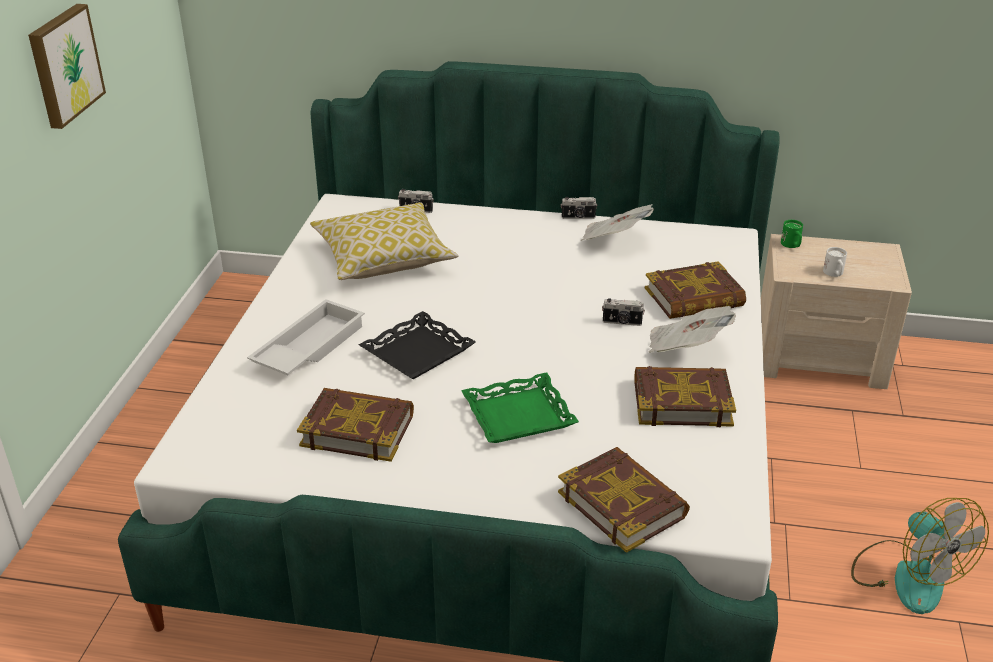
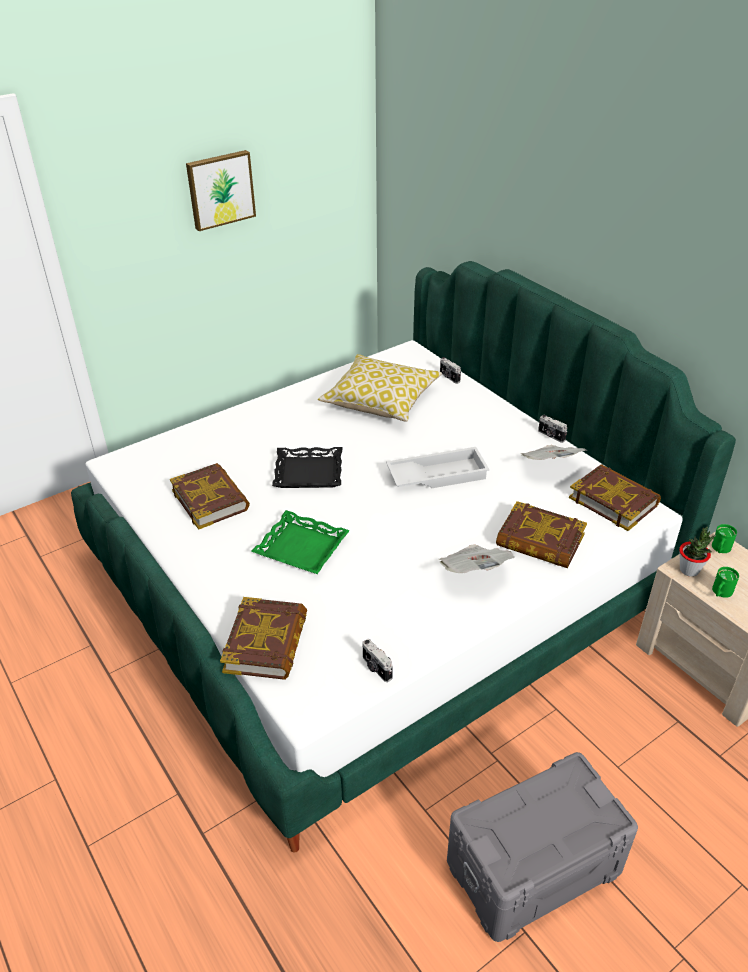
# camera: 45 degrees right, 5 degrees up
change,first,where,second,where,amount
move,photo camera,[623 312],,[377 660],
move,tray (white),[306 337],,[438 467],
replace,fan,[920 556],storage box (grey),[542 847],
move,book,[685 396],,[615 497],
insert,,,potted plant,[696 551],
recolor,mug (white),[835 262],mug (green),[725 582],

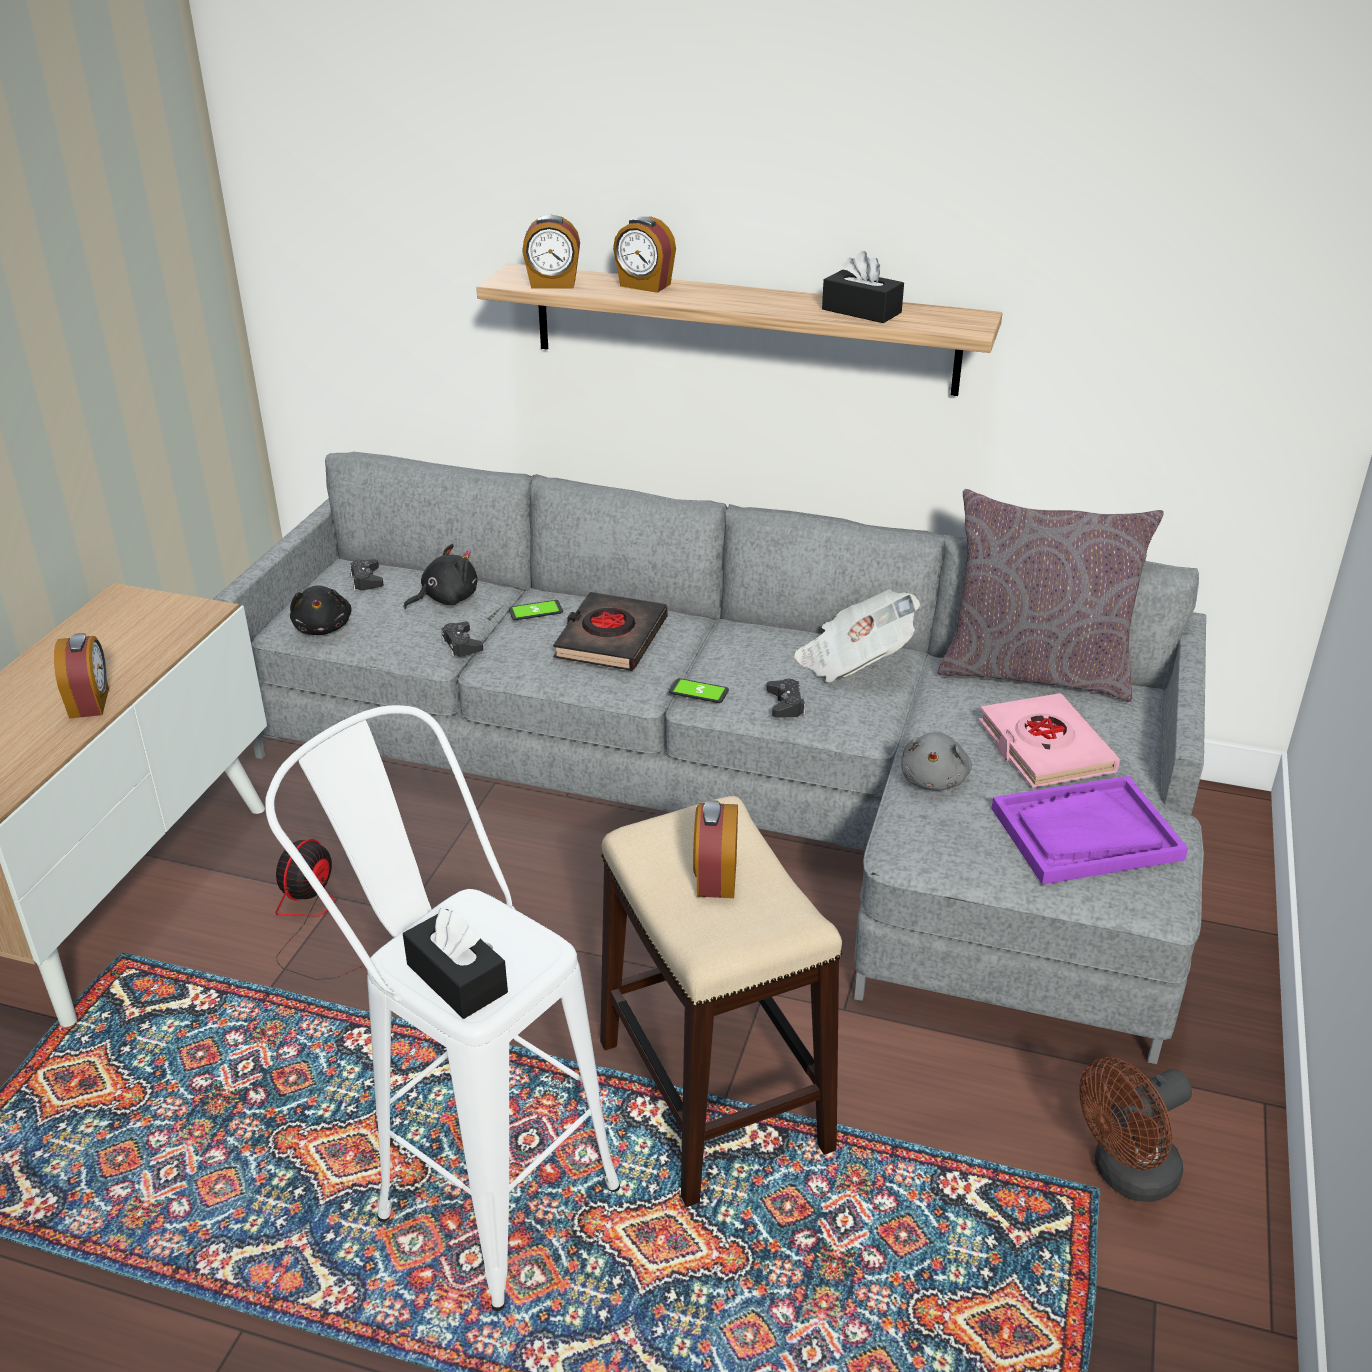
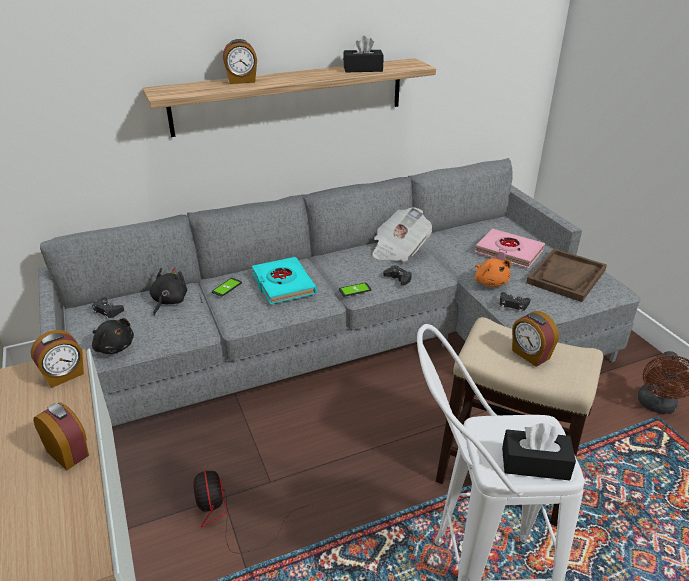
# camera: 40 degrees left, 0 degrees up
change,first,where,second,where,amount
move,alarm clock,[551 251],,[57 359],
recolor,book (black),[610 631],book (turquoise),[284 280],
recolor,plush toy (grey),[936 761],plush toy (orange),[493 272],
move,game controller (black),[462 639],,[515 302],
recolor,tray (purple),[1089 830],tray (brown),[566 275],
delete,pillow (grey),[1051 595],,,

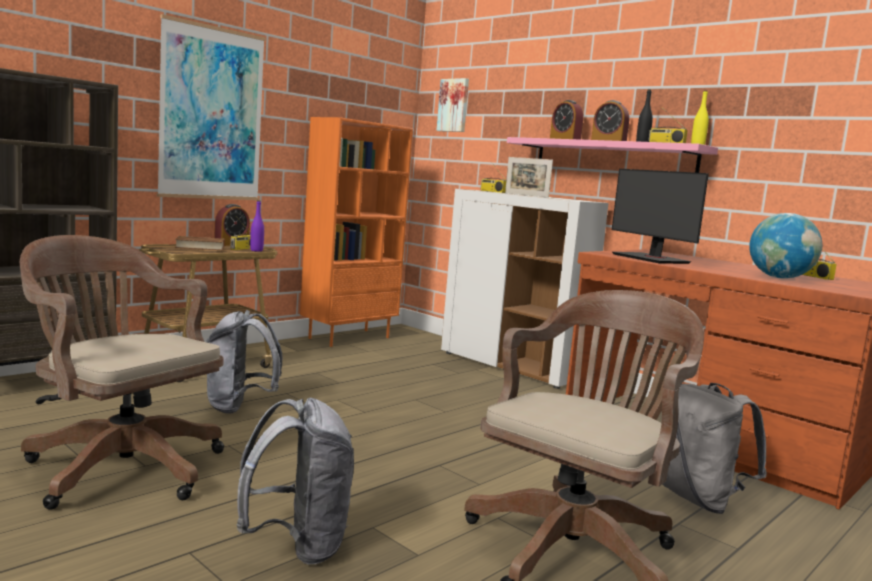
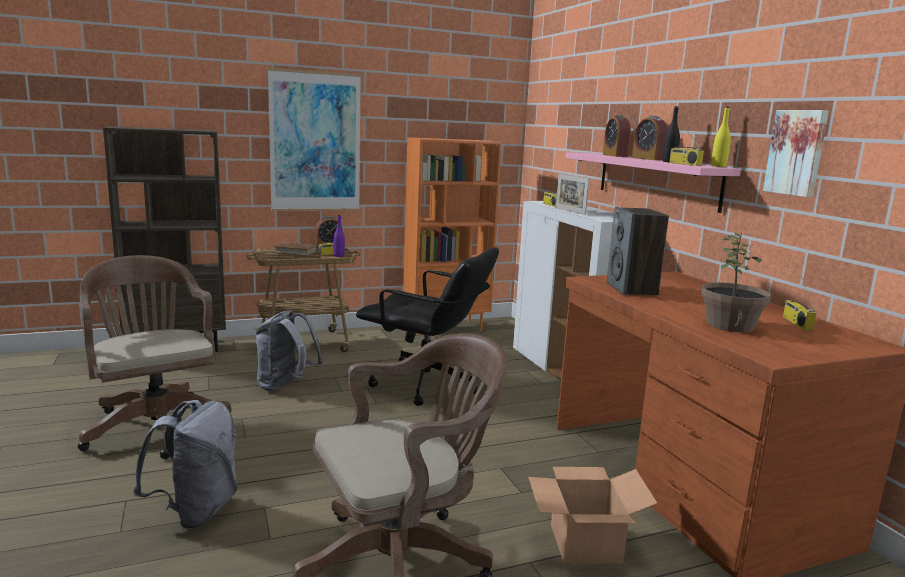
# camera: 25 degrees right, 5 degrees up
change,first,where,second,where,amount
insert,,,office chair (black),[427 326],
replace,backpack (grey),[715 448],cardboard box,[593 515],
replace,monitor,[660 216],speaker,[638 251],
replace,globe,[785 246],potted plant,[736 282],
move,picture,[452 105],,[796 153],

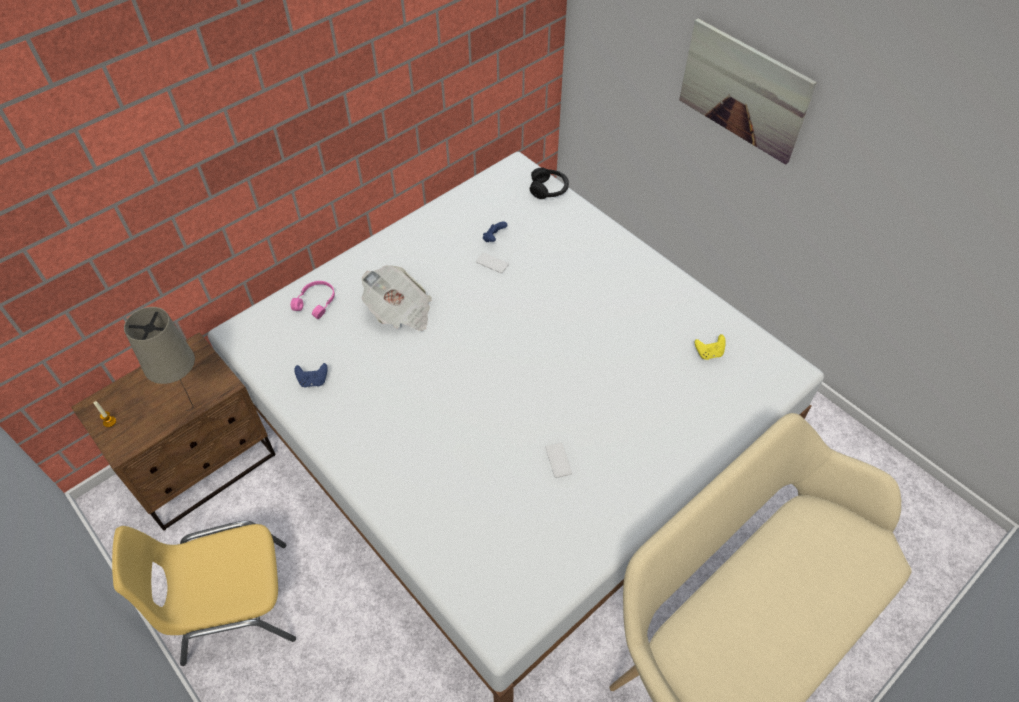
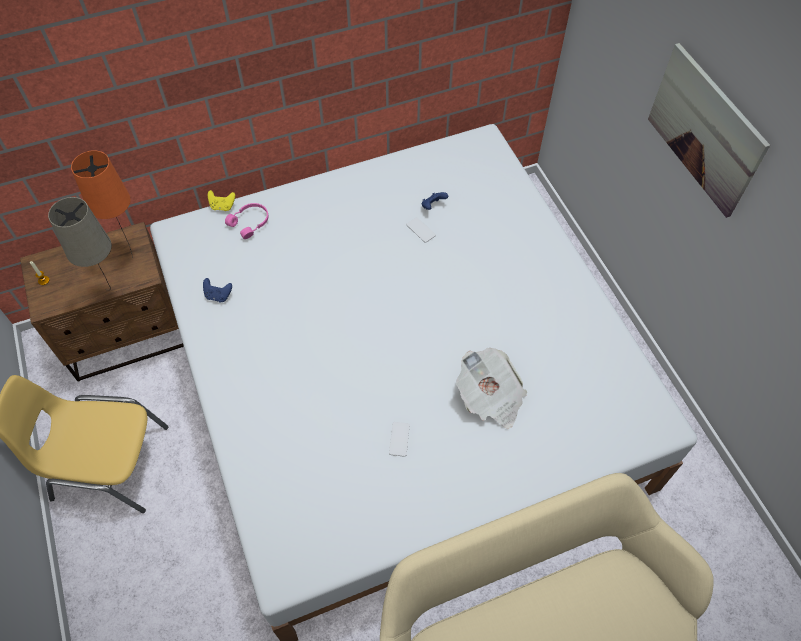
# camera: 20 degrees right, 5 degrees up
change,first,where,second,where,amount
insert,,,table lamp (orange),[102 203],
move,game controller (yellow),[710 347],,[221 200],
move,newspaper,[397 298],,[491 388],
delete,headphones (black),[549 183],,,

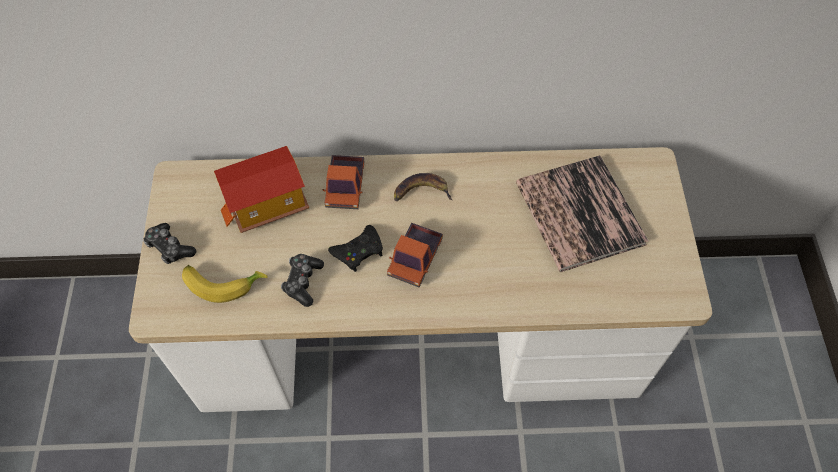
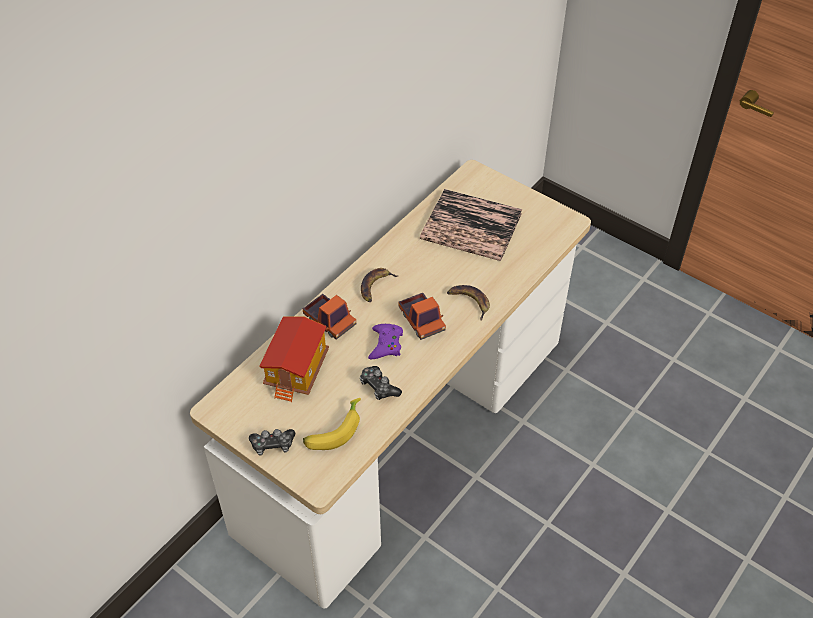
# camera: 50 degrees left, 10 degrees down
change,first,where,second,where,amount
recolor,game controller (black),[355 248],game controller (purple),[385 341],
insert,,,banana,[468 303],

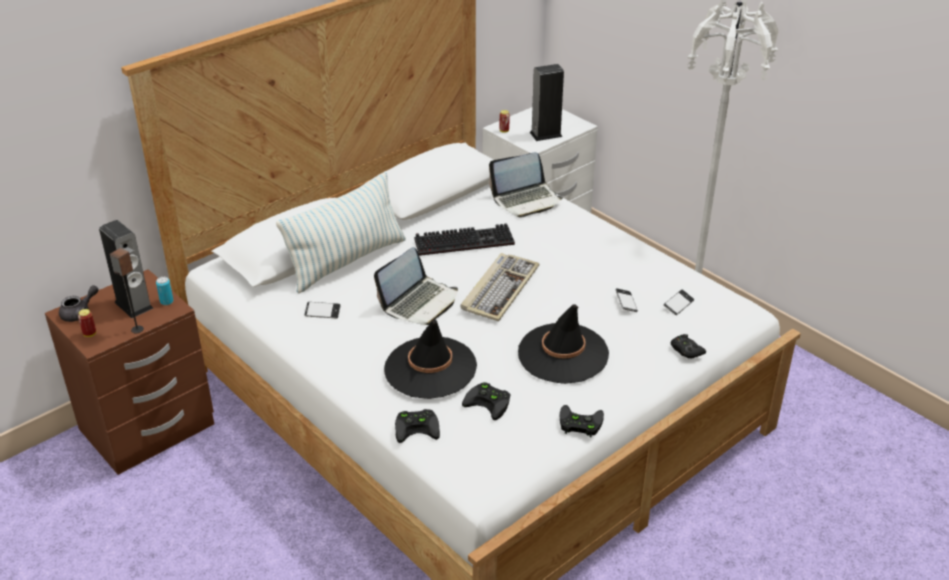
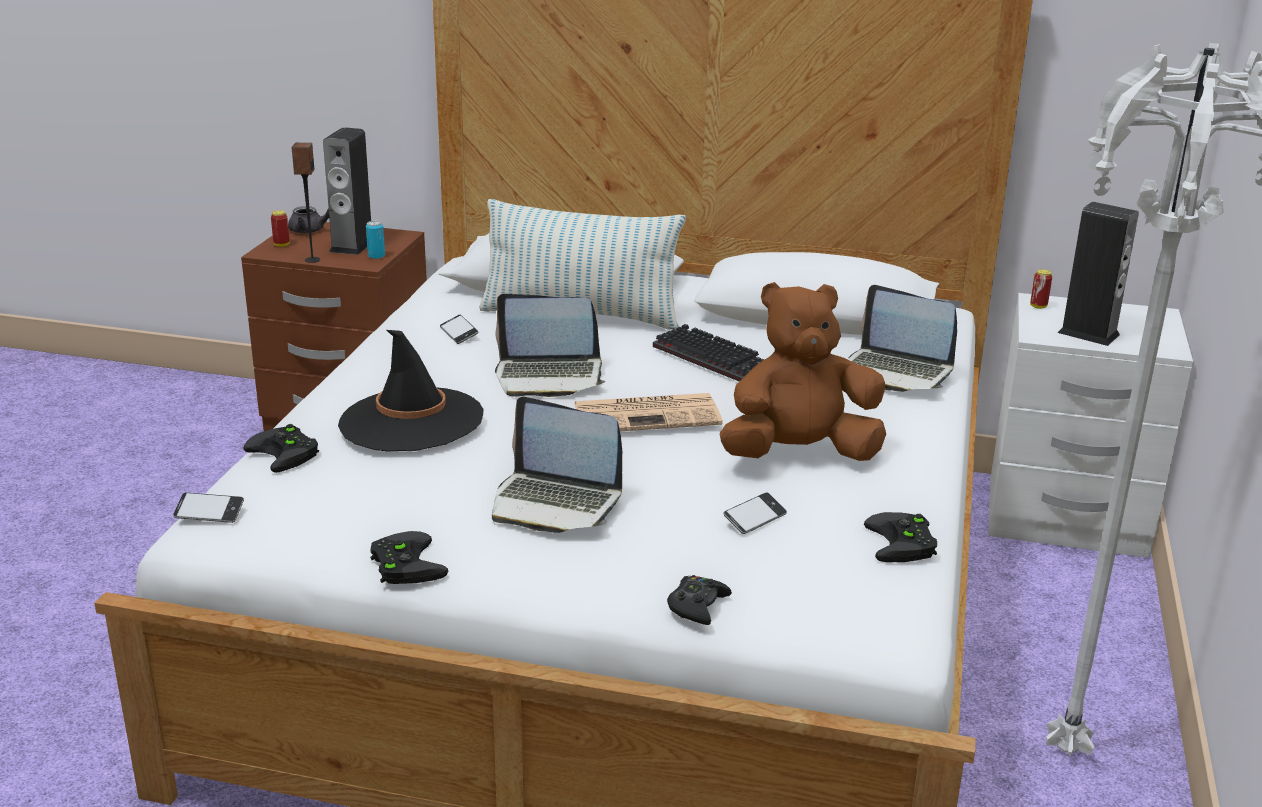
# camera: 55 degrees right, 10 degrees down
change,first,where,second,where,amount
move,phone,[679 302],,[208 507],
replace,hat (black),[563 344],laptop,[557 465],
replace,keyboard,[500 287],newspaper,[648 412],
insert,,,plush toy (brown),[802 371],
move,game controller (black),[486 401],,[900 537],

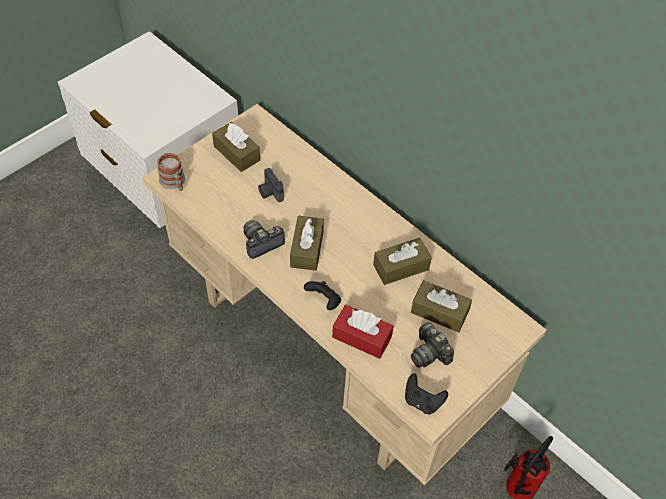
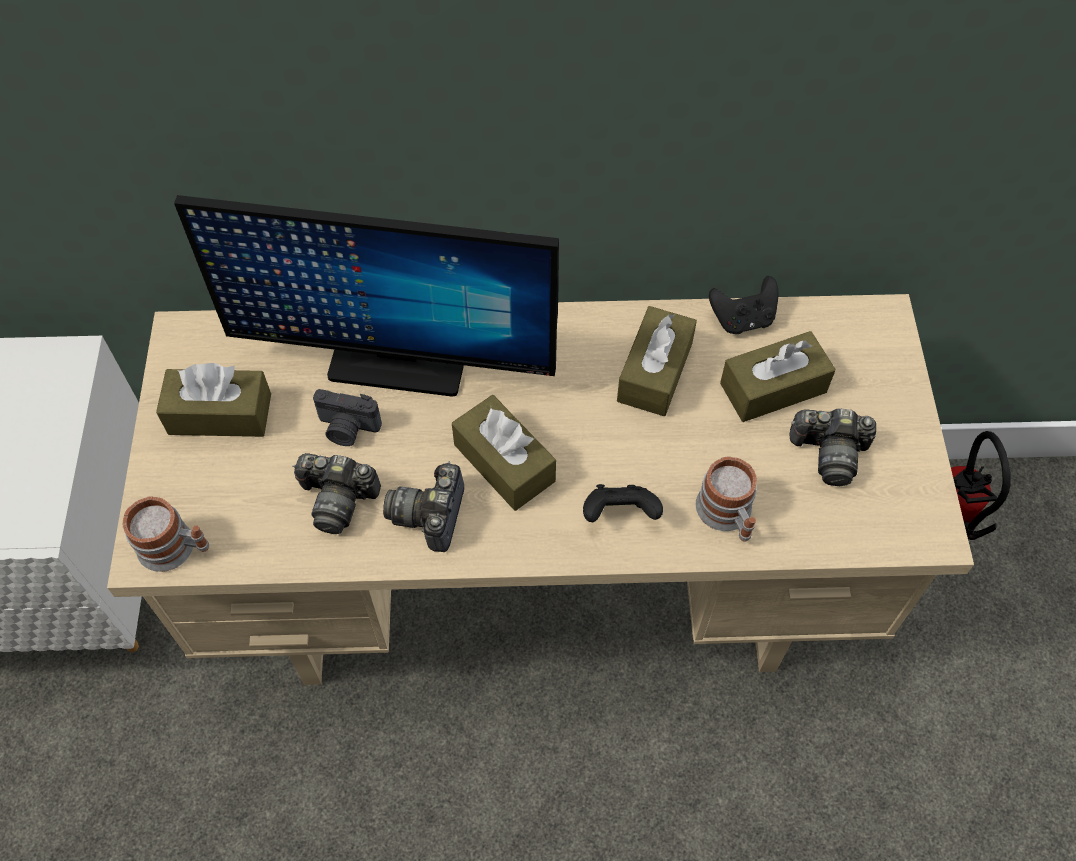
# camera: 45 degrees left, 5 degrees up
change,first,where,second,where,amount
insert,,,monitor,[366 296],
insert,,,photo camera,[337 493],
replace,tissue box (red),[362 332],mug,[726 499],
move,game controller (black),[426 394],,[743 305],

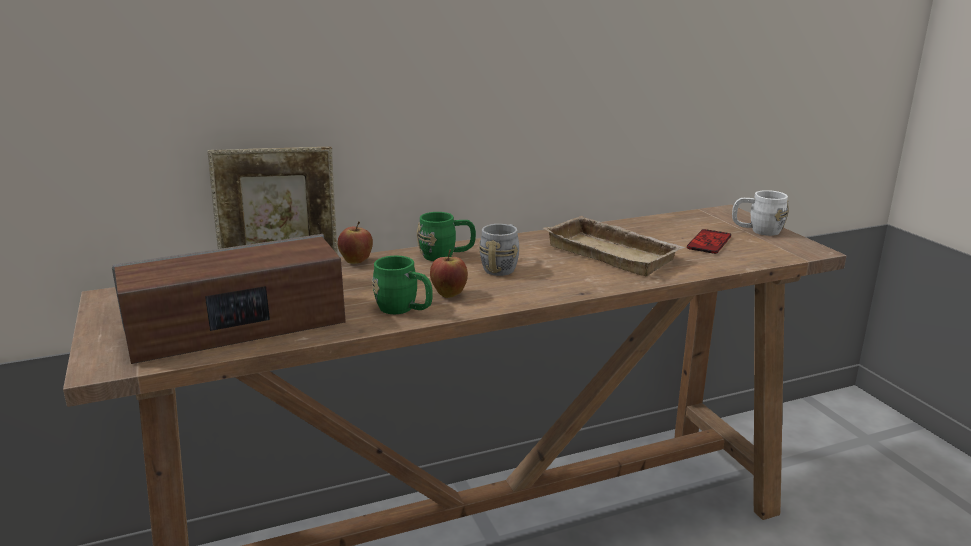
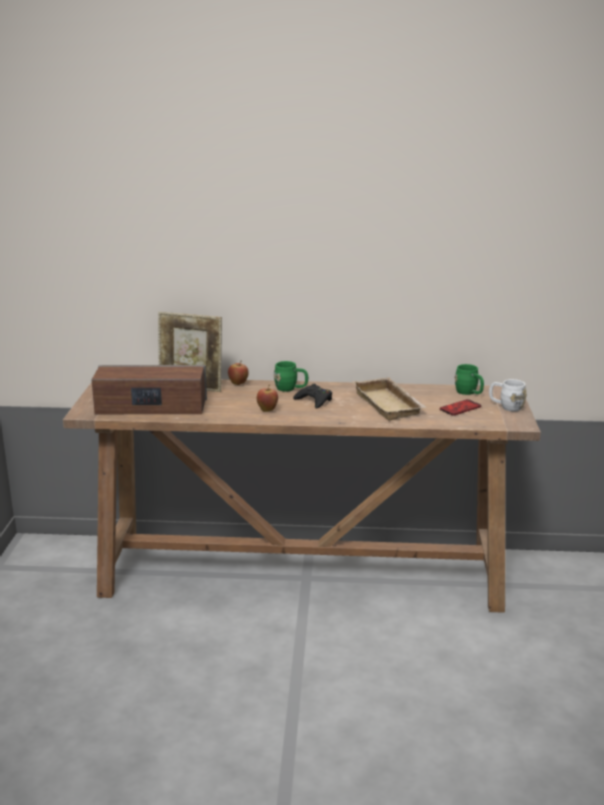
# camera: 25 degrees right, 0 degrees up
change,first,where,second,where,amount
replace,mug (grey),[499 250],game controller (black),[312 396],
move,mug (green),[402 285],,[469 379],

